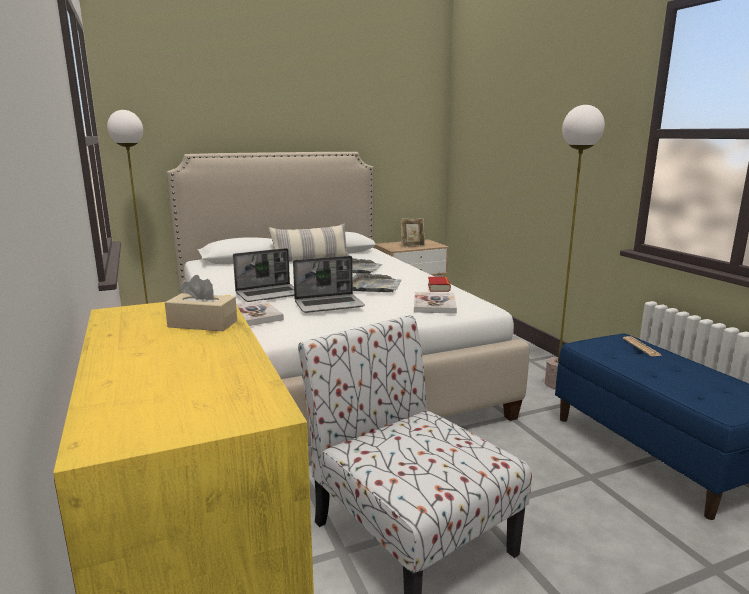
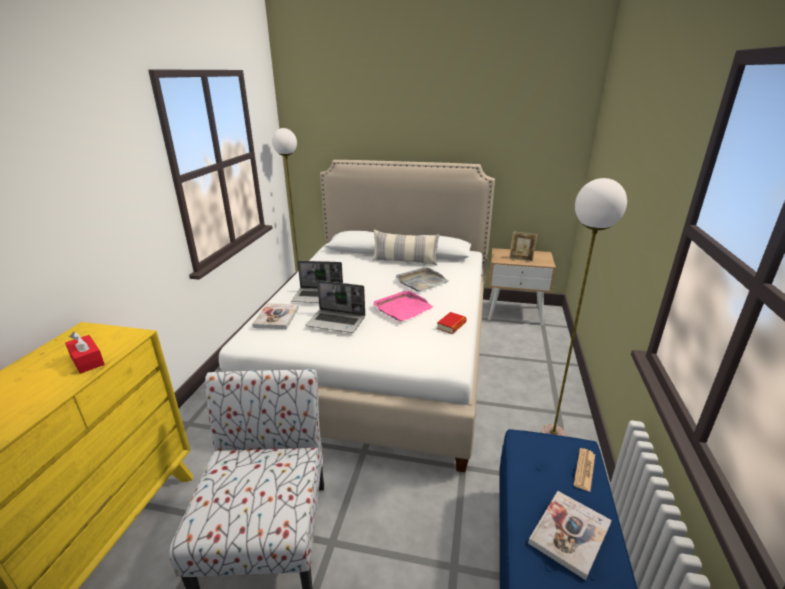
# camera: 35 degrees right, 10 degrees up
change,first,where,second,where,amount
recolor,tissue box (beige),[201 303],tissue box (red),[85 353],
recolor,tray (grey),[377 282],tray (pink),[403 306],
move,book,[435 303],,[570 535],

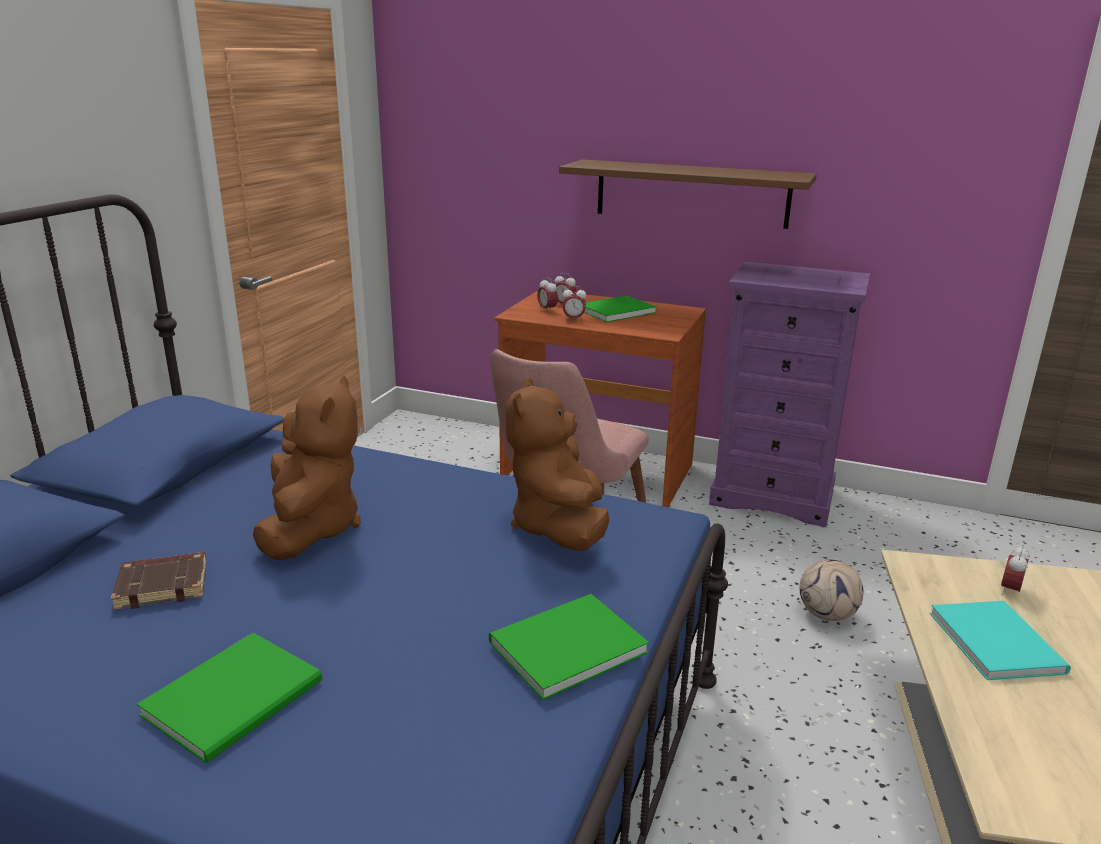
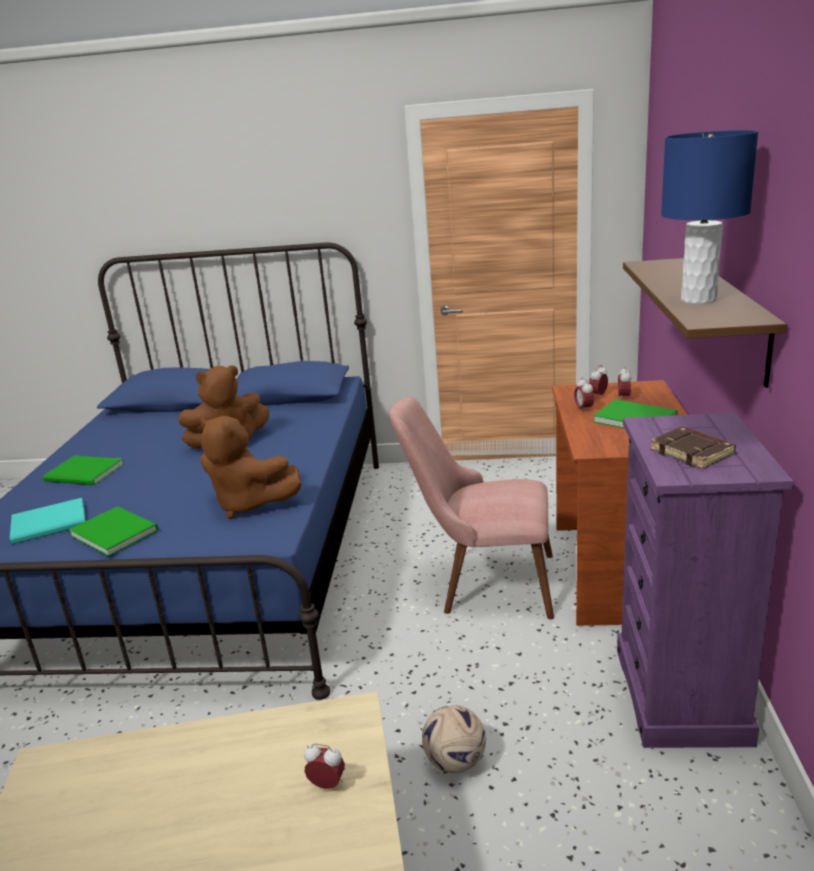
# camera: 75 degrees right, 0 degrees up
change,first,where,second,where,amount
move,book (turquoise),[1000 640],,[47 521],
rotate,plush toy (brown),[557 464],,[250 467],135 degrees counterclockwise
move,book (brown),[158 581],,[693 448],
insert,,,table lamp (blue),[709 217],

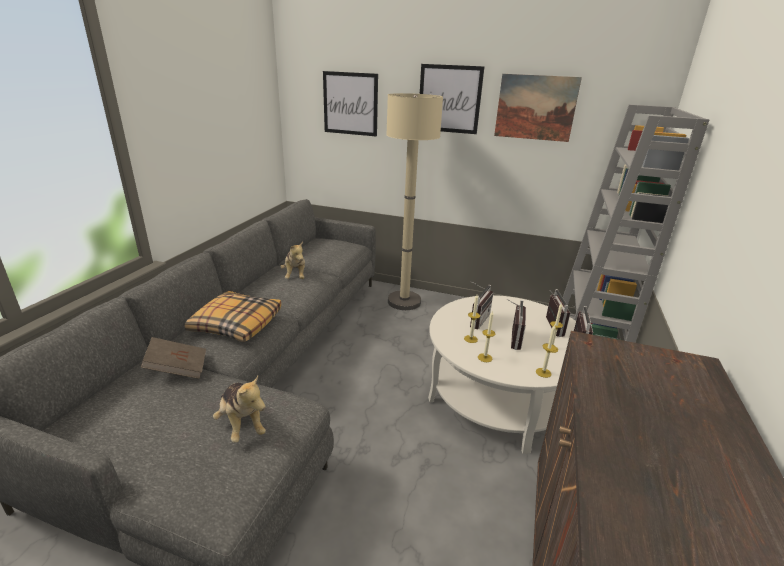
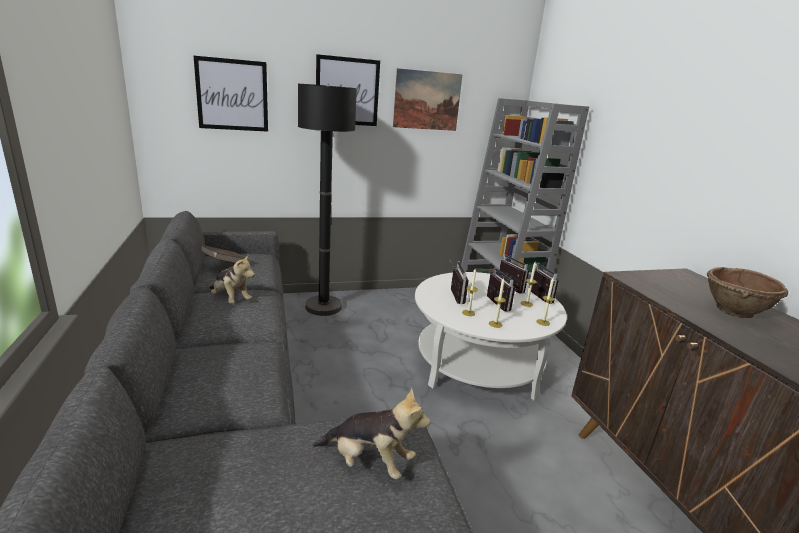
# camera: 35 degrees left, 5 degrees down
change,first,where,second,where,amount
move,book (brown),[173 358],,[225 254],
recolor,floor lamp (beige),[414 201],floor lamp (black),[327 200],
insert,,,bowl (brown),[747 292],
delete,pillow,[232 316],,,

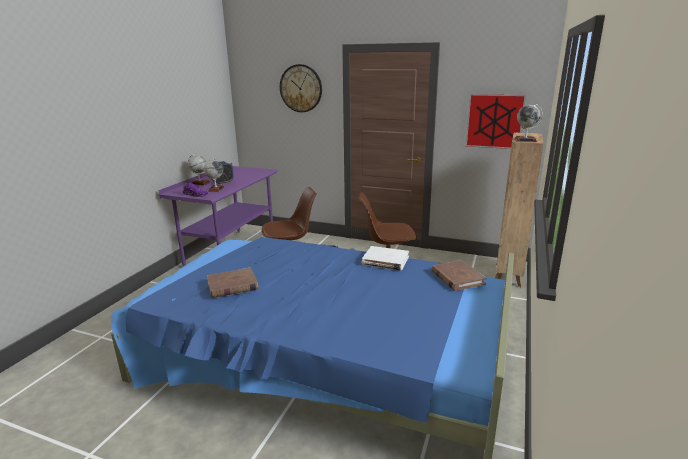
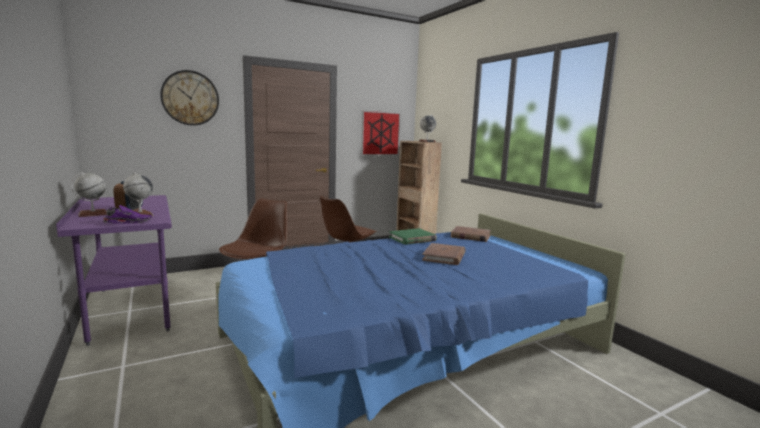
# camera: 50 degrees left, 10 degrees down
change,first,where,second,where,amount
recolor,book (white),[385 258],book (green),[413 236],
move,book (brown),[232 282],,[444 254],

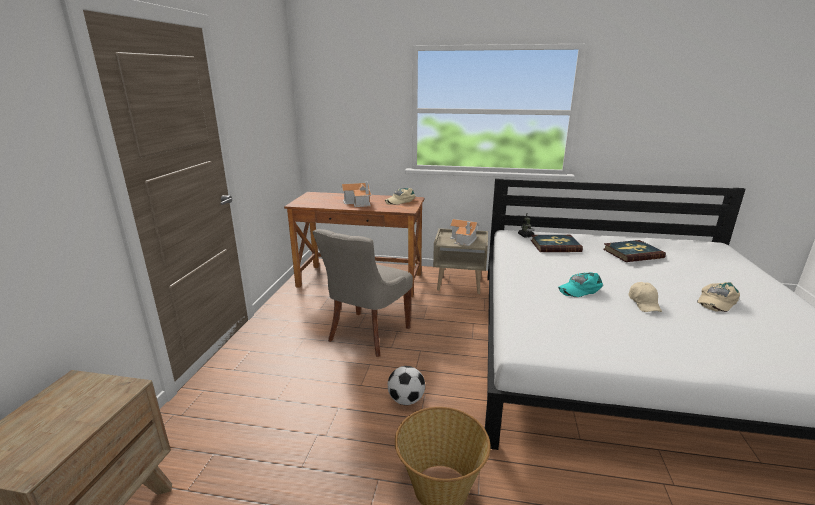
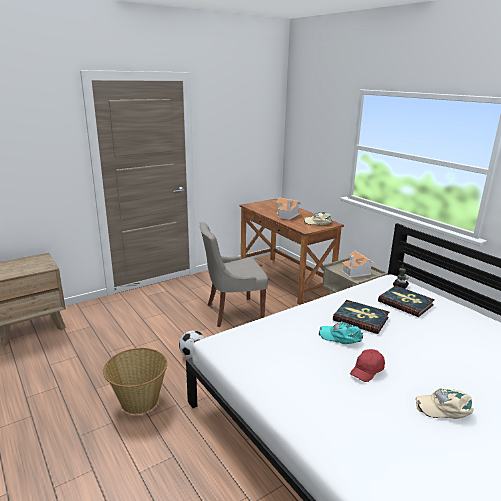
# camera: 45 degrees right, 0 degrees up
change,first,where,second,where,amount
move,book,[634 251],,[361 317],
recolor,cap (beige),[645 297],cap (red),[367 365],

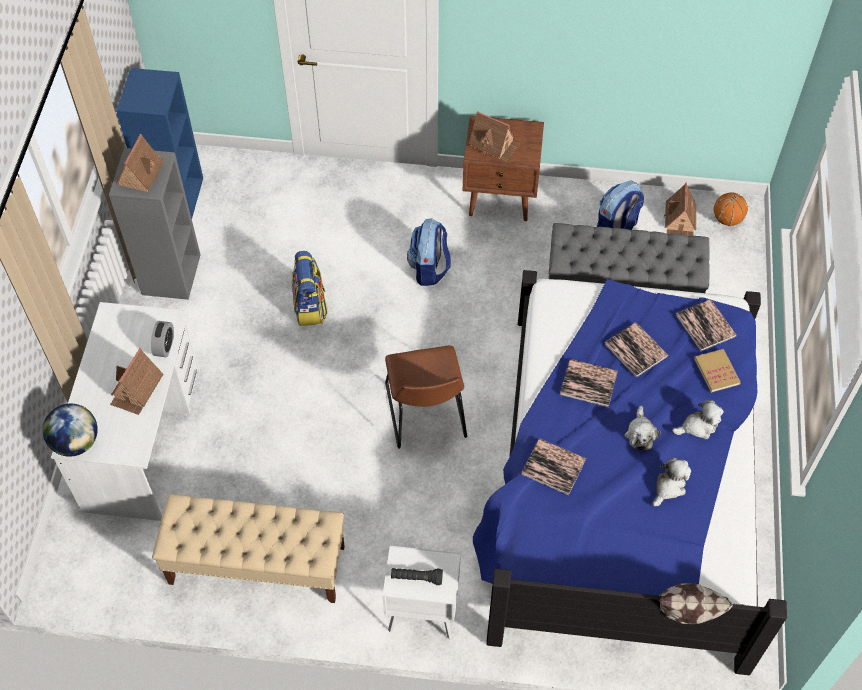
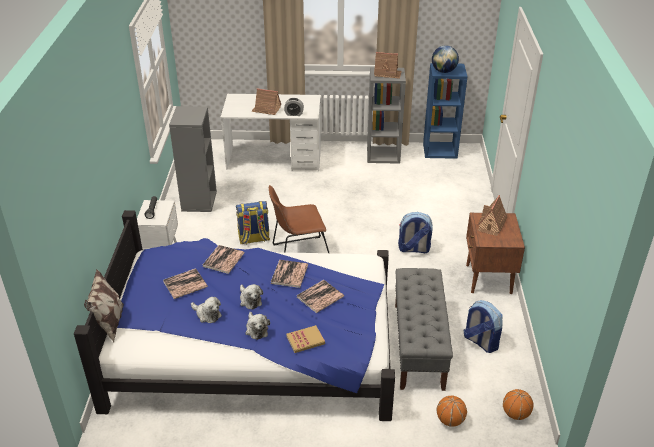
# camera: 85 degrees right, 20 degrees down
change,first,where,second,where,amount
move,book,[706 325],,[185 283],
replace,bench (beige),[248 548],bookcase (grey),[193 159],
move,backpack,[310 288],,[253 222],
rotate,plush toy,[642 428],,[251 296],120 degrees counterclockwise
move,globe,[70 430],,[445 59],
insert,,,basketball,[452 411],
delete,toy house,[680 209],,,

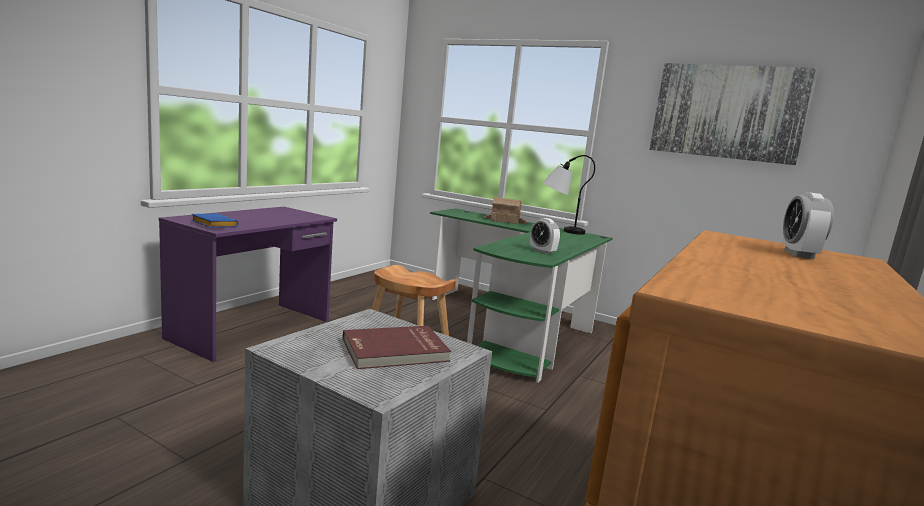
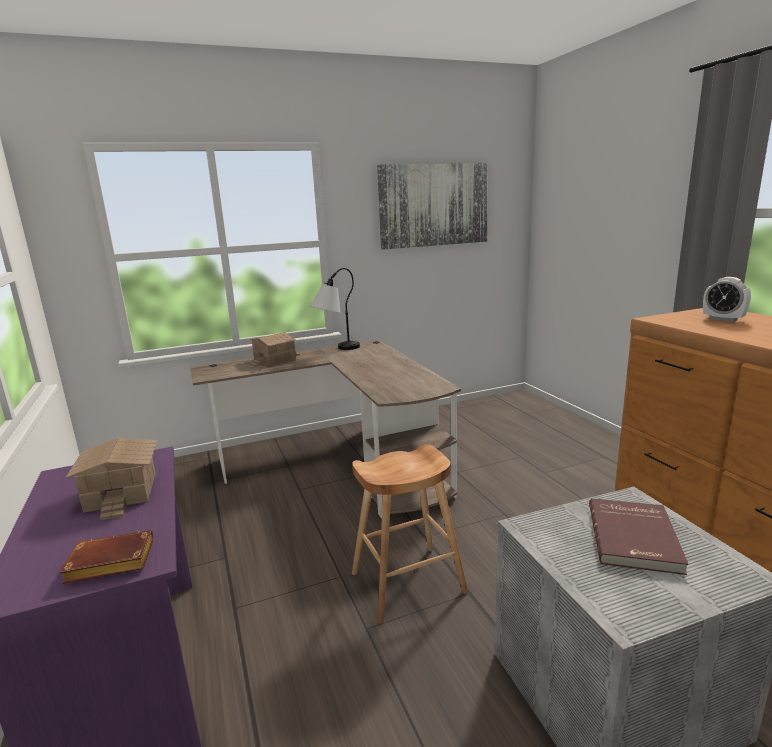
# camera: 50 degrees left, 5 degrees up
change,first,where,second,where,amount
recolor,book (blue),[215 221],book (brown),[106 557],
insert,,,toy house,[111 479],
recolor,desk (green),[521 295],desk (brown),[325 429],
delete,alarm clock,[545 236],,,

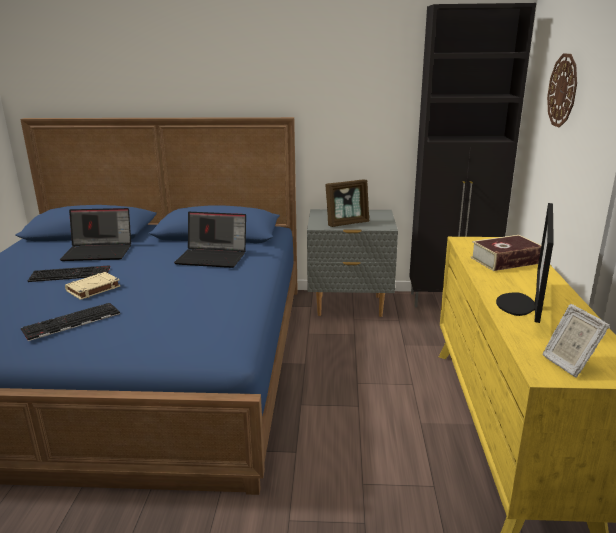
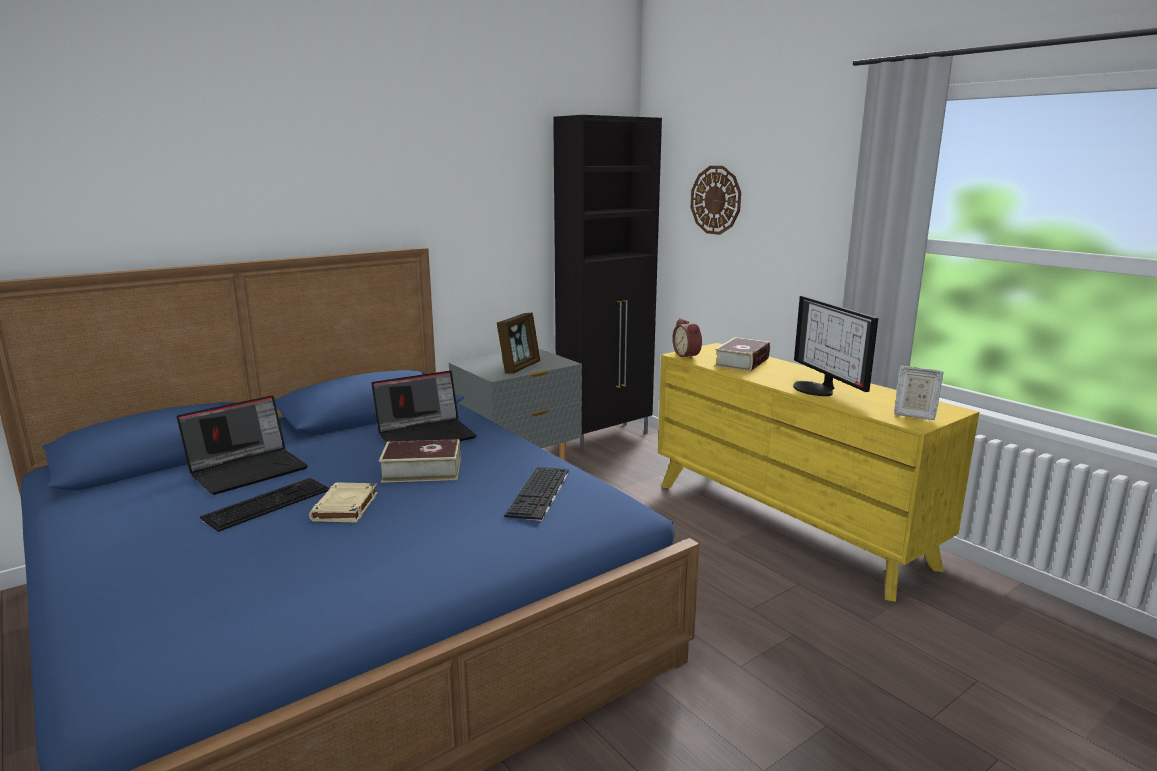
# camera: 40 degrees left, 5 degrees down
change,first,where,second,where,amount
insert,,,book,[420 461],
move,keyboard,[70 322],,[536 494],
insert,,,alarm clock,[687 338],

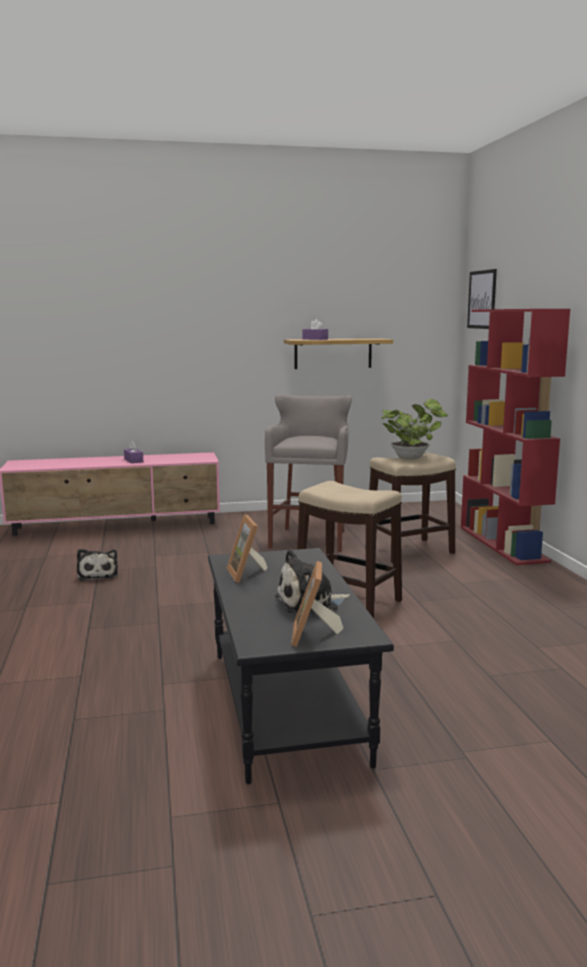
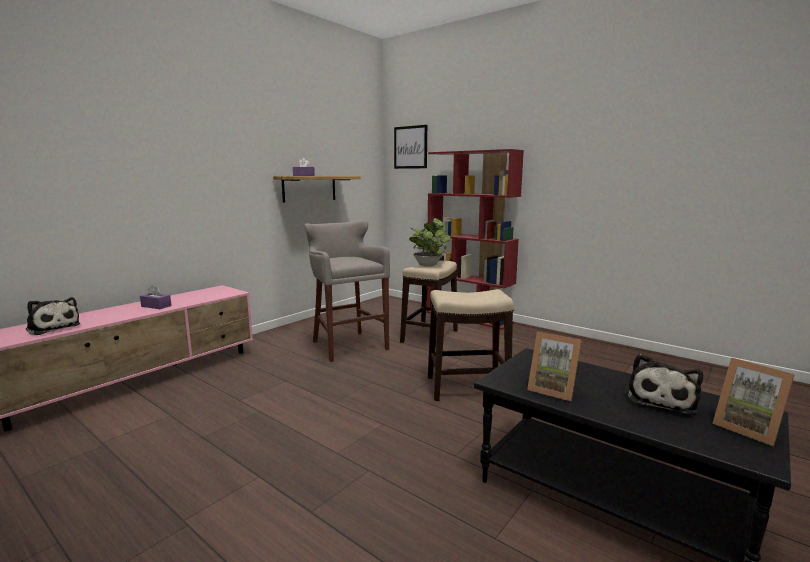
# camera: 40 degrees left, 0 degrees up
change,first,where,second,where,amount
move,plush toy,[97 565],,[53 316],

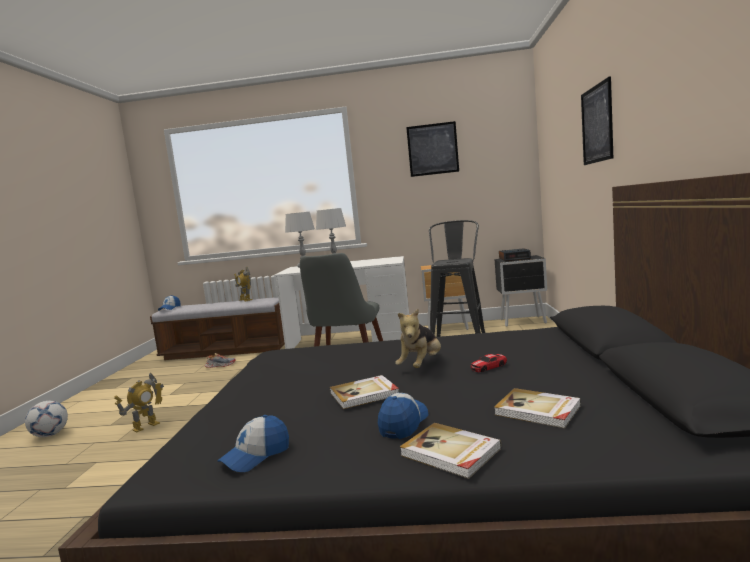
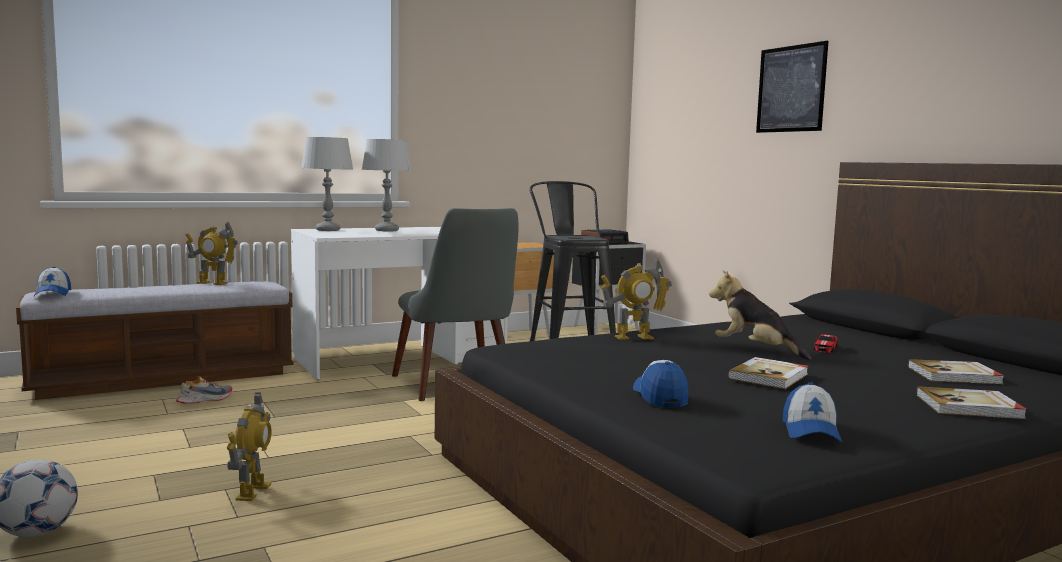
# camera: 35 degrees left, 0 degrees up
change,first,where,second,where,amount
insert,,,toy robot,[636 299],
move,cap,[403 416],,[661 383],
rotate,plush toy,[418 338],,[760 315],135 degrees clockwise
delete,picture,[432 149],,,

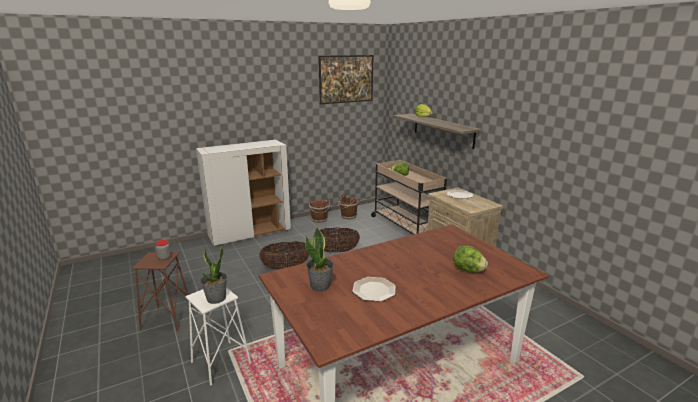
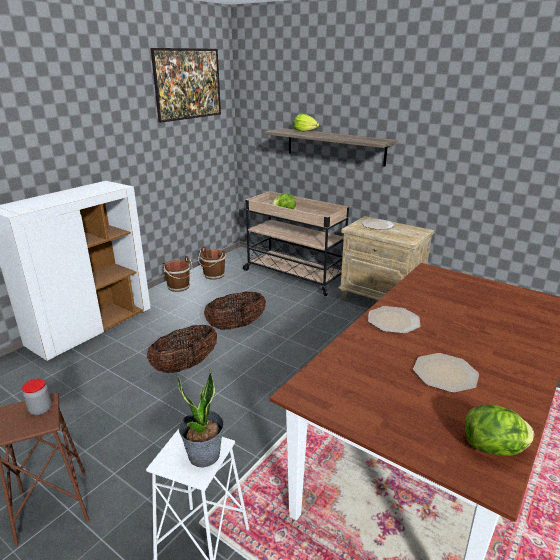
# camera: 25 degrees left, 5 degrees up
change,first,where,second,where,amount
insert,,,plate,[394 320],
move,lettuce,[471 259],,[499 430],
delete,potted plant,[319 259],,,

